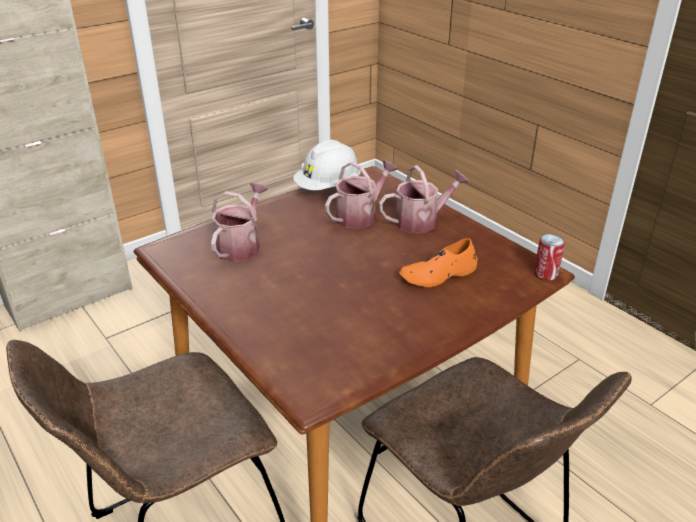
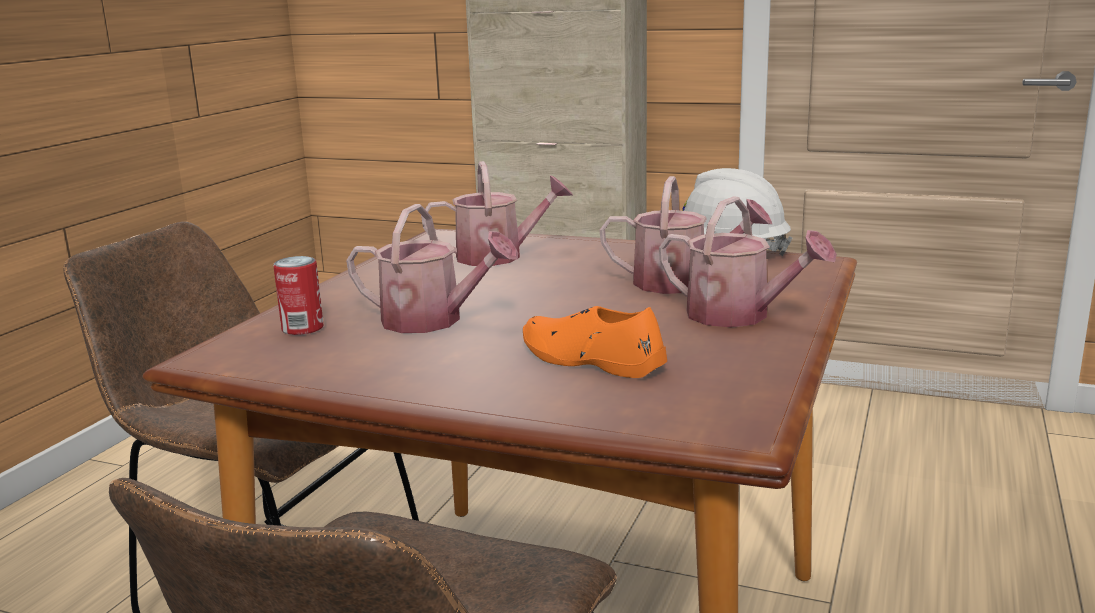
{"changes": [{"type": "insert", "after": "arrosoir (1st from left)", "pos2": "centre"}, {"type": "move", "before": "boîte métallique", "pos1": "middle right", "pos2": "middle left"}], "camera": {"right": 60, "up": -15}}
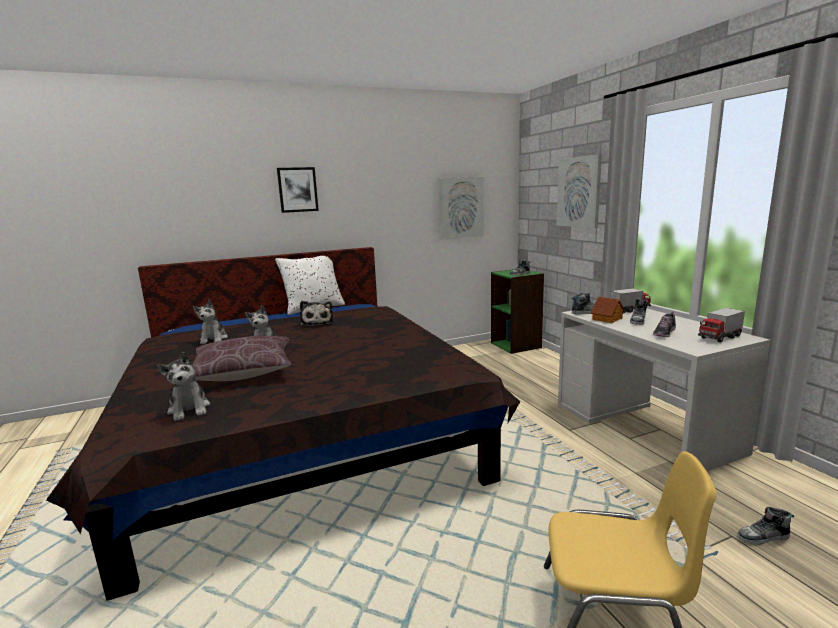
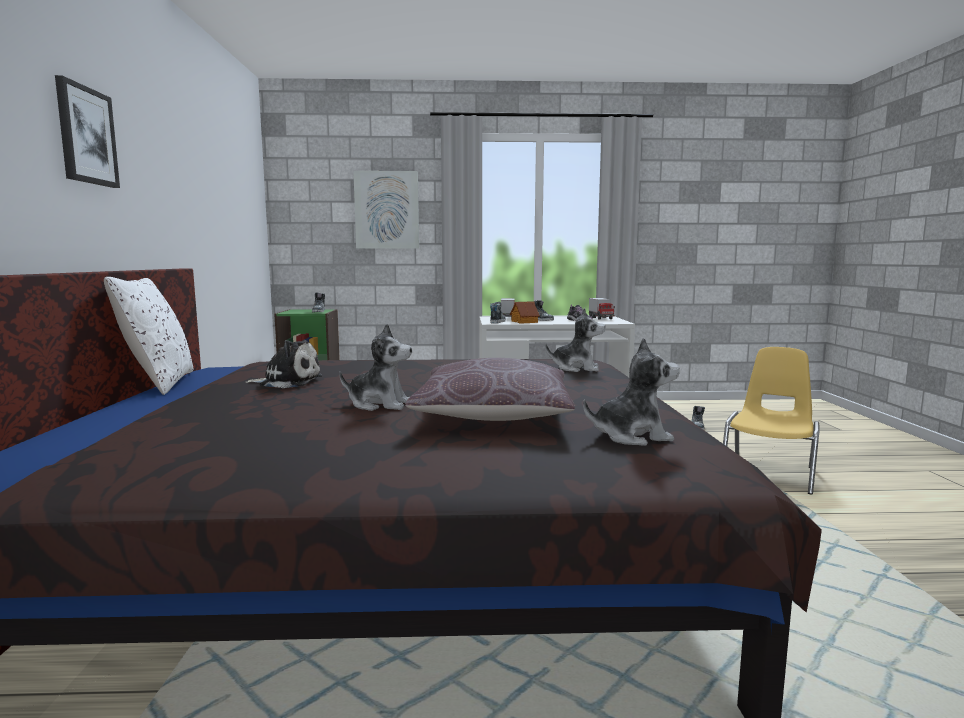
{"changes": [{"type": "delete", "before": "tableau (2nd from left)", "pos1": "top centre"}, {"type": "move", "before": "peluche (2nd from left in the first image)", "after": "peluche (3rd from left)", "pos1": "middle left", "pos2": "centre"}], "camera": {"right": -70, "up": -5}}
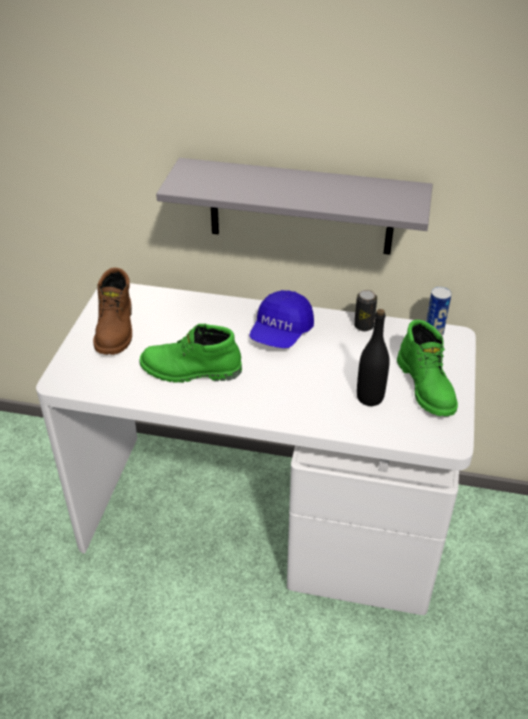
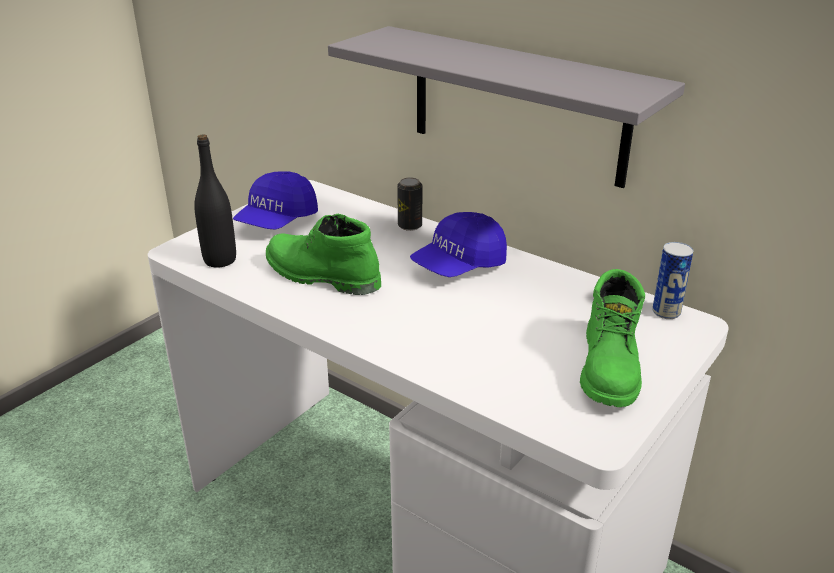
{"changes": [{"type": "move", "before": "boîte métallique (1st from left)", "pos1": "middle right", "pos2": "centre"}, {"type": "move", "before": "bouteille/noir", "pos1": "middle right", "pos2": "middle left"}, {"type": "replace", "before": "botte/marron", "after": "casquette/bleu (1st from left)", "pos1": "middle left", "pos2": "middle left"}], "camera": {"right": 25, "up": -10}}
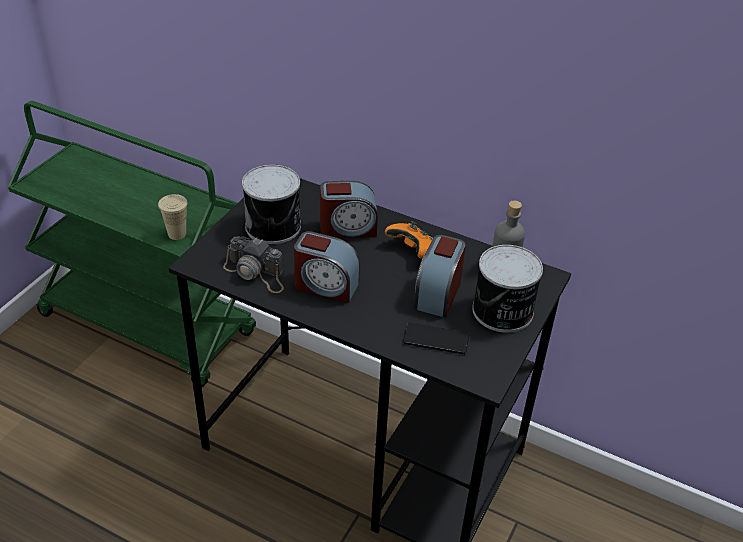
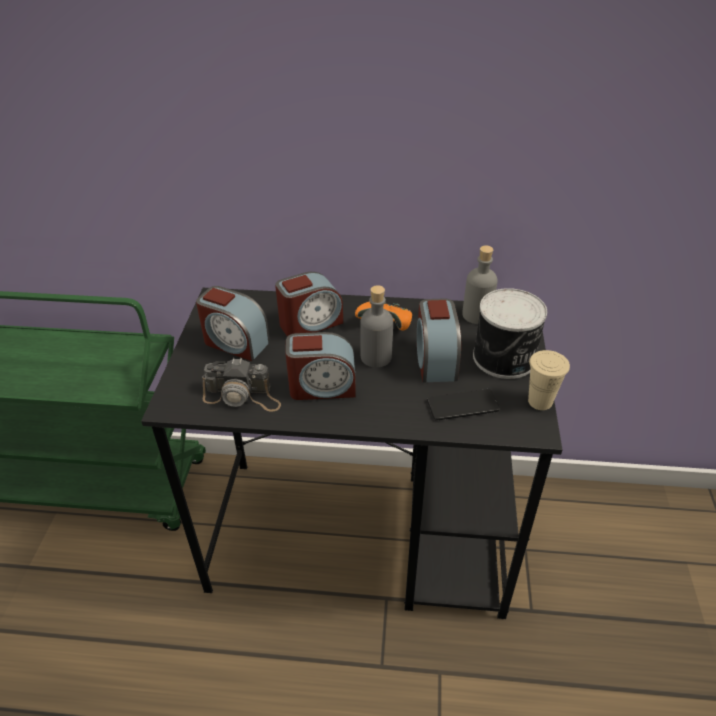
{"changes": [{"type": "insert", "after": "bouteille/gris (1st from left)", "pos2": "centre"}, {"type": "move", "before": "tasse/beige", "pos1": "middle left", "pos2": "middle right"}, {"type": "replace", "before": "boîte métallique (1st from left)", "after": "réveil (1st from left)", "pos1": "centre", "pos2": "middle left"}], "camera": {"right": -20, "up": 0}}
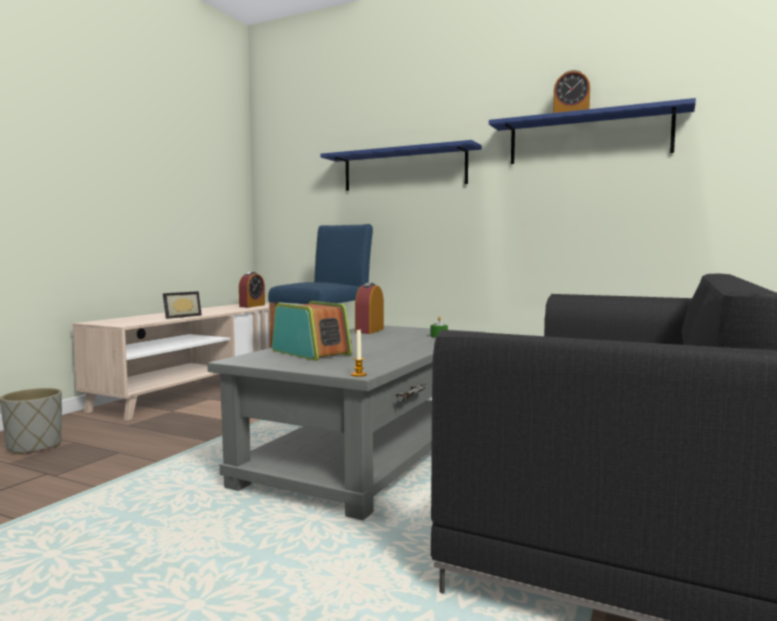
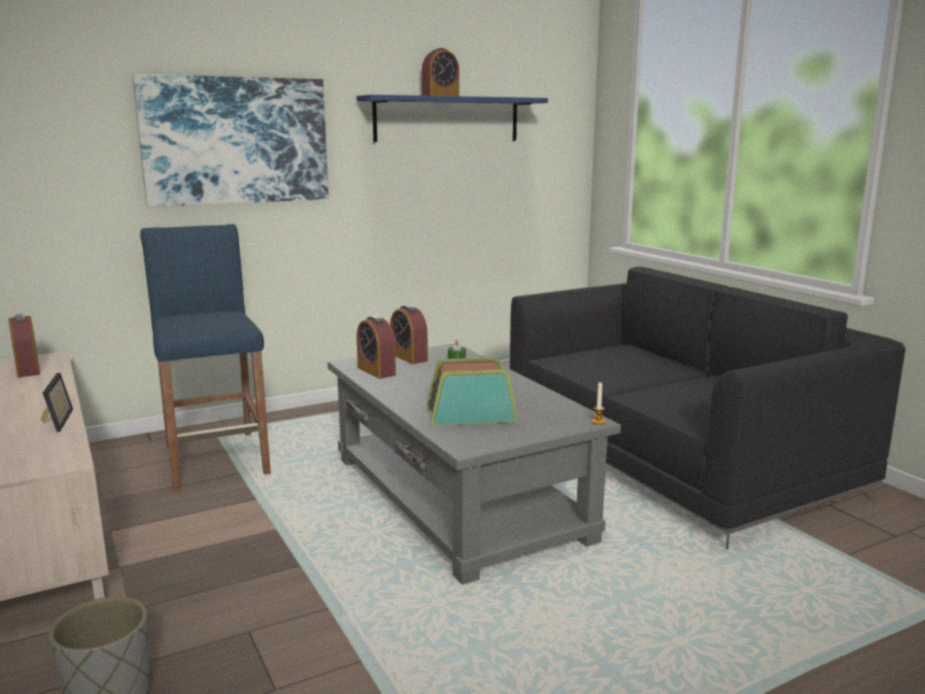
{"changes": [{"type": "insert", "after": "réveil (3rd from left)", "pos2": "centre"}, {"type": "replace", "before": "étagère/bleu (1st from left)", "after": "tableau", "pos1": "top centre", "pos2": "top left"}], "camera": {"right": -55, "up": 10}}
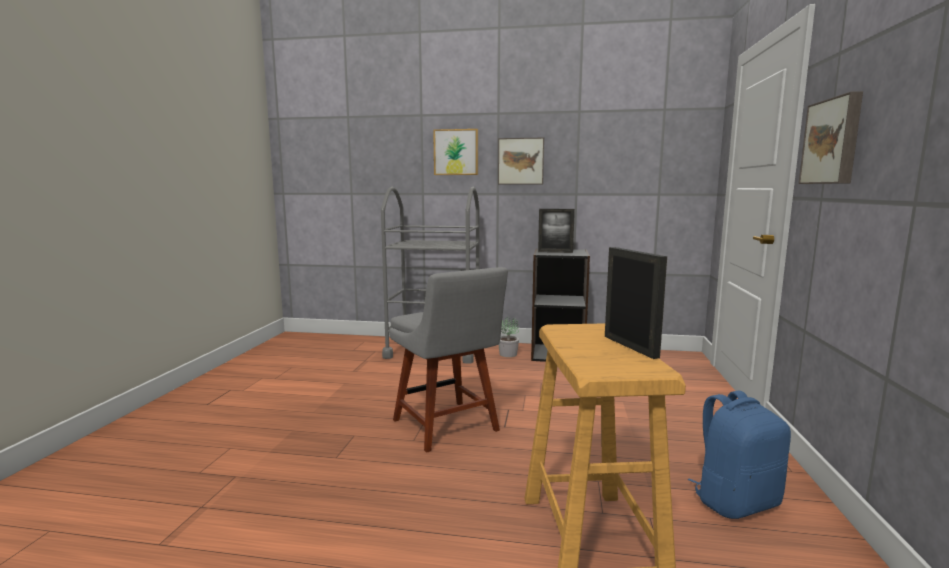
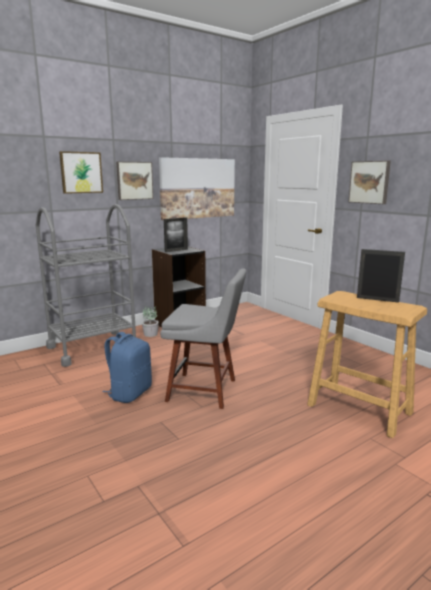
{"changes": [{"type": "insert", "after": "tableau (3rd from left)", "pos2": "top centre"}, {"type": "move", "before": "sac à dos/bleu", "pos1": "bottom right", "pos2": "middle left"}], "camera": {"right": -45, "up": 5}}
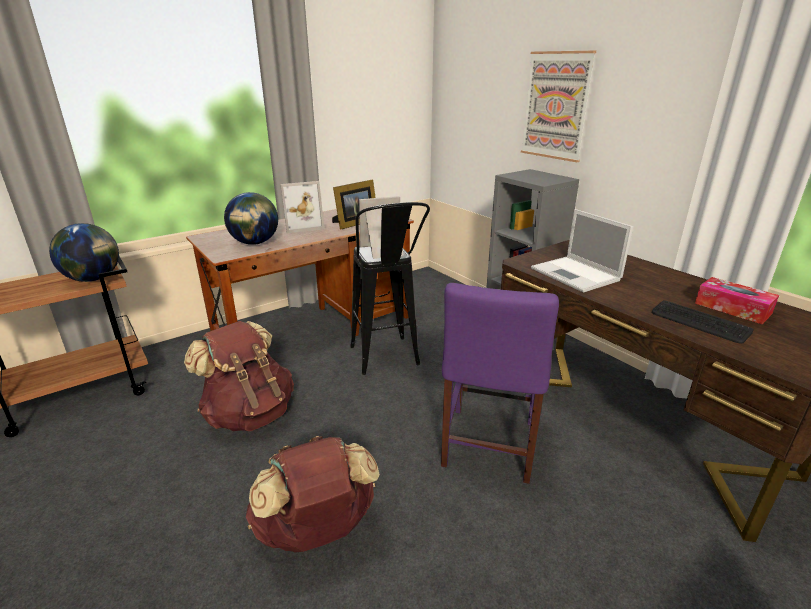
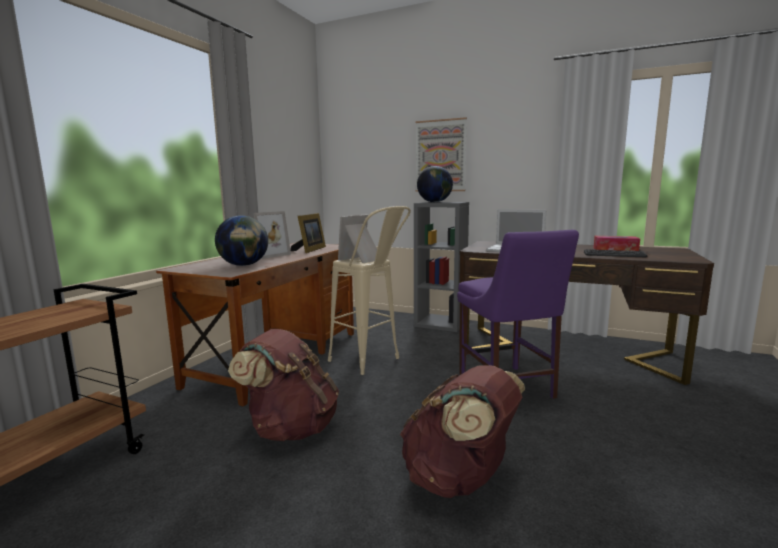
{"changes": [{"type": "move", "before": "globe (1st from left in the first image)", "after": "globe (2nd from left)", "pos1": "middle left", "pos2": "centre"}, {"type": "recolor", "before": "tabouret/noir", "after": "tabouret/beige", "pos1": "centre", "pos2": "centre"}], "camera": {"right": -30, "up": -15}}
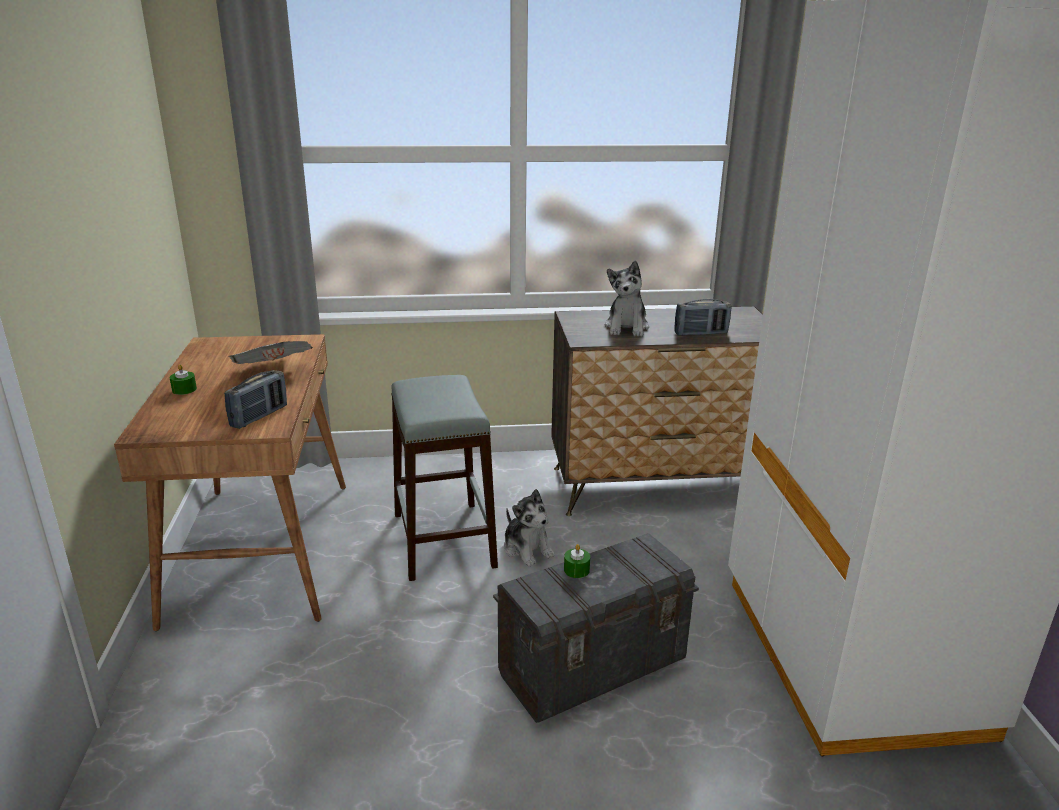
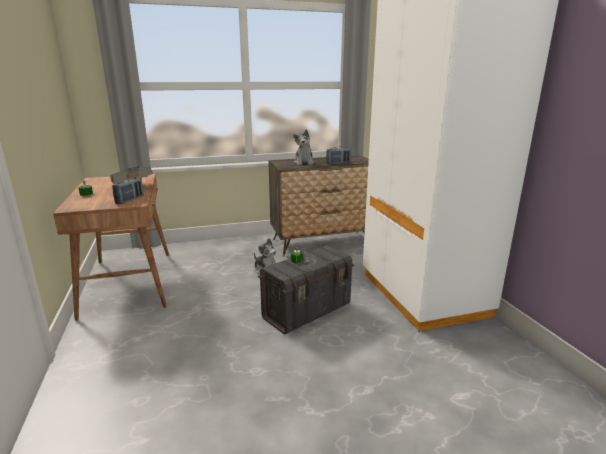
{"changes": [{"type": "delete", "before": "tabouret/gris", "pos1": "centre"}], "camera": {"right": -10, "up": -5}}
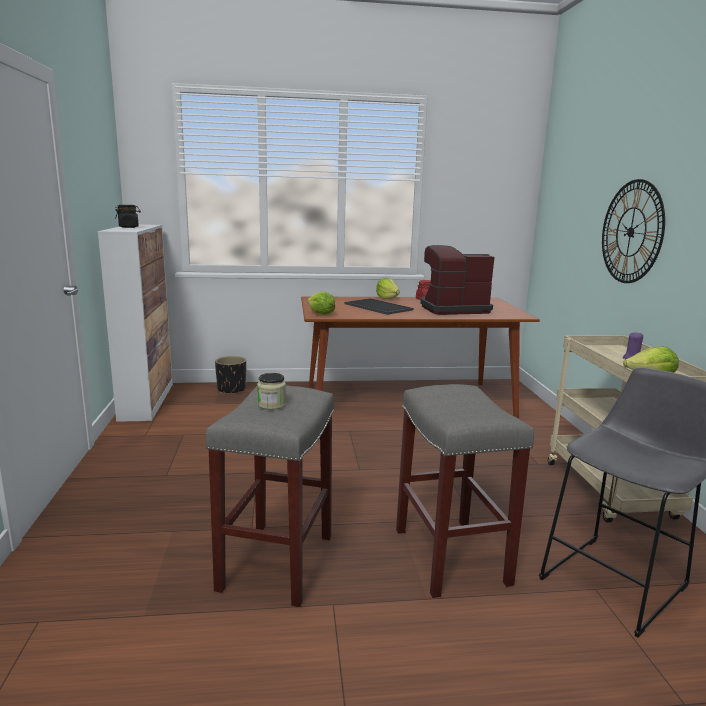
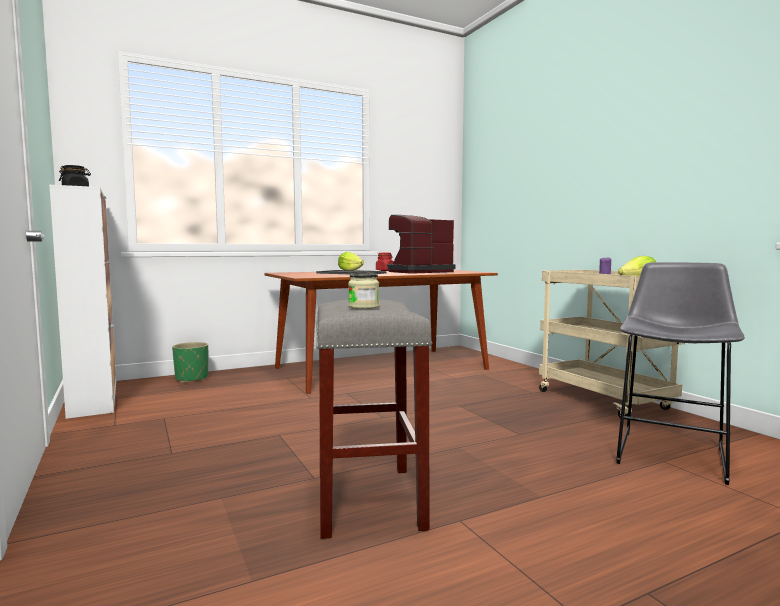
{"changes": [{"type": "delete", "before": "laitue (1st from left)", "pos1": "centre"}, {"type": "delete", "before": "tabouret/gris (2nd from left)", "pos1": "bottom centre"}, {"type": "delete", "before": "horloge murale", "pos1": "top right"}, {"type": "recolor", "before": "cache-pot/noir", "after": "cache-pot/vert", "pos1": "middle left", "pos2": "middle left"}], "camera": {"right": -20, "up": -10}}
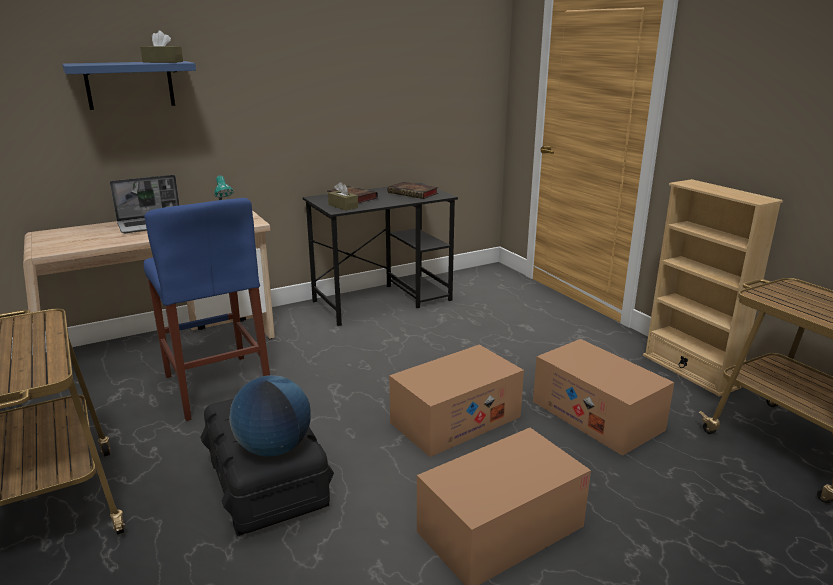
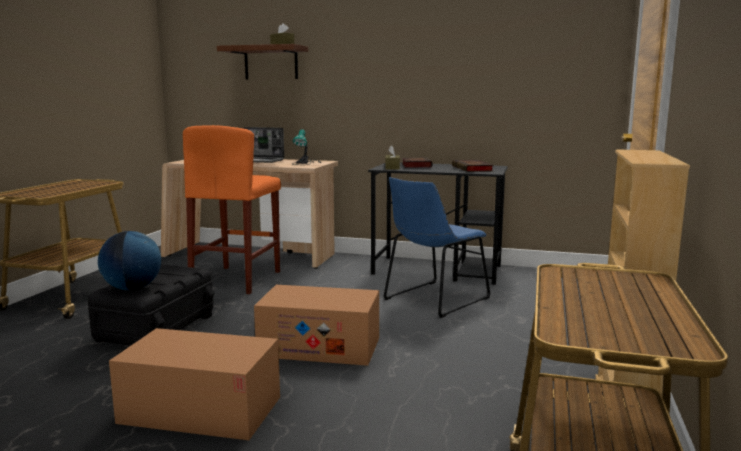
{"changes": [{"type": "delete", "before": "carton (3rd from left)", "pos1": "bottom right"}, {"type": "insert", "after": "chaise/bleu", "pos2": "centre"}, {"type": "recolor", "before": "étagère/bleu", "after": "étagère/marron", "pos1": "top left", "pos2": "top centre"}, {"type": "recolor", "before": "tabouret/bleu", "after": "tabouret/orange", "pos1": "middle left", "pos2": "middle left"}], "camera": {"right": 45, "up": -10}}
